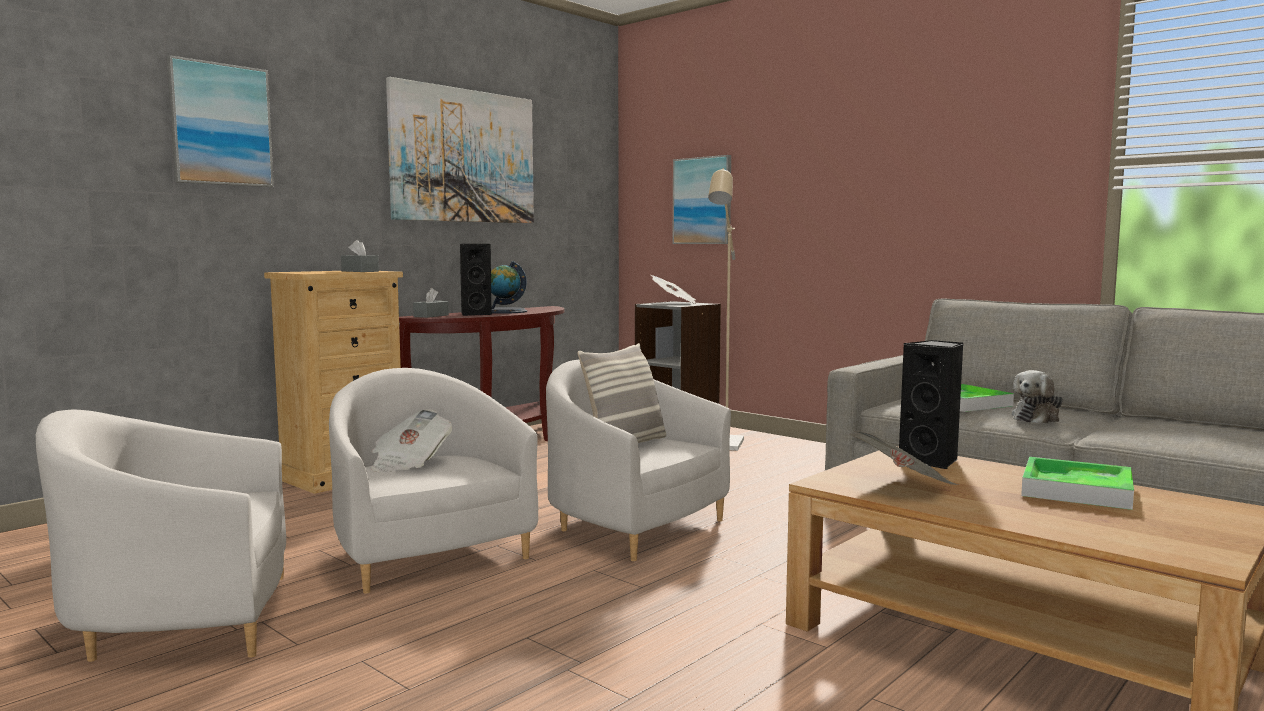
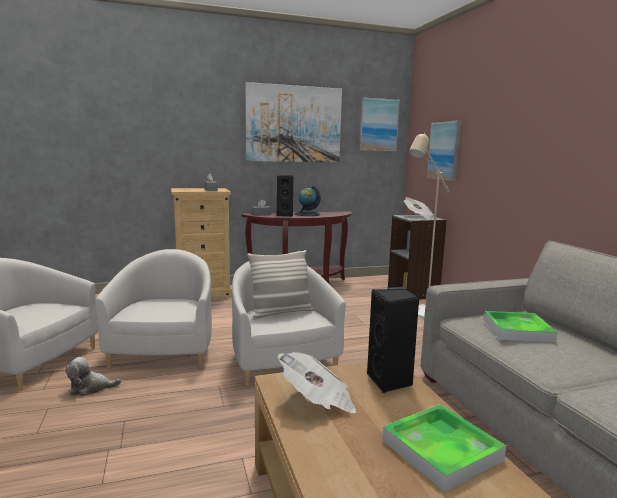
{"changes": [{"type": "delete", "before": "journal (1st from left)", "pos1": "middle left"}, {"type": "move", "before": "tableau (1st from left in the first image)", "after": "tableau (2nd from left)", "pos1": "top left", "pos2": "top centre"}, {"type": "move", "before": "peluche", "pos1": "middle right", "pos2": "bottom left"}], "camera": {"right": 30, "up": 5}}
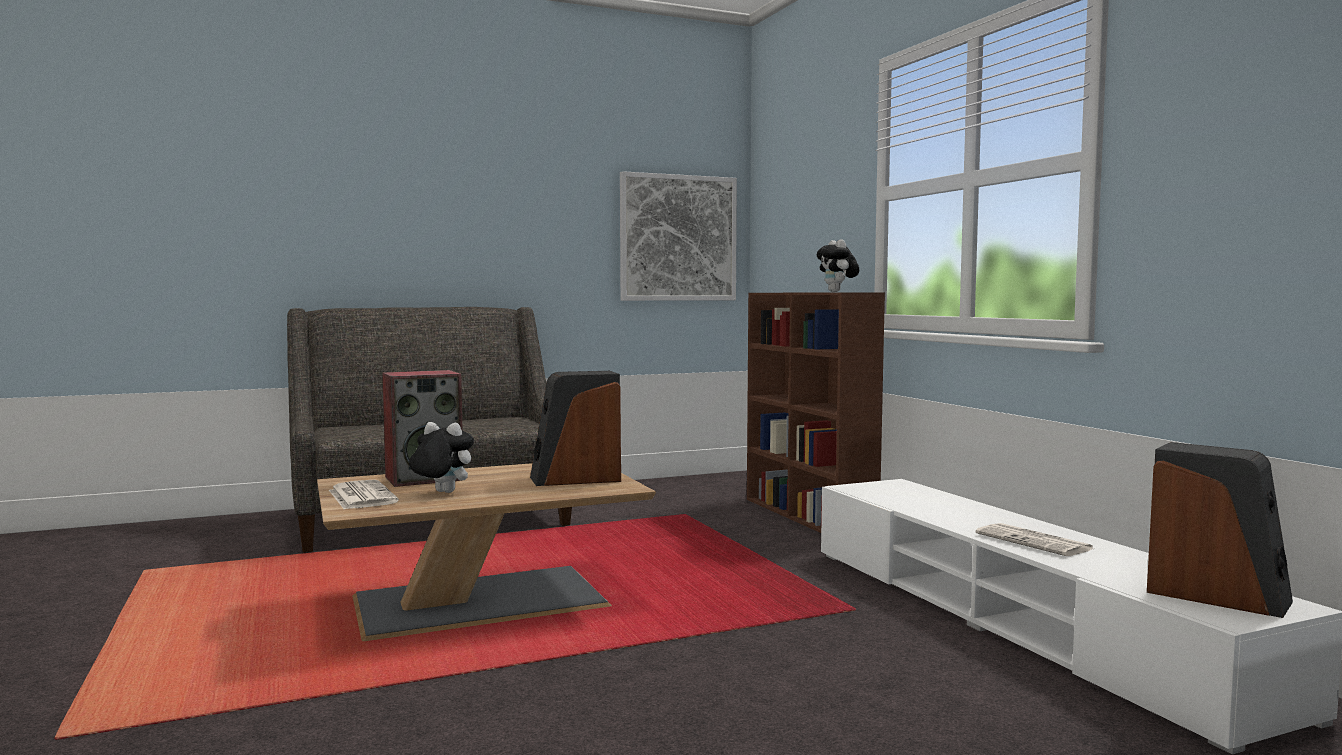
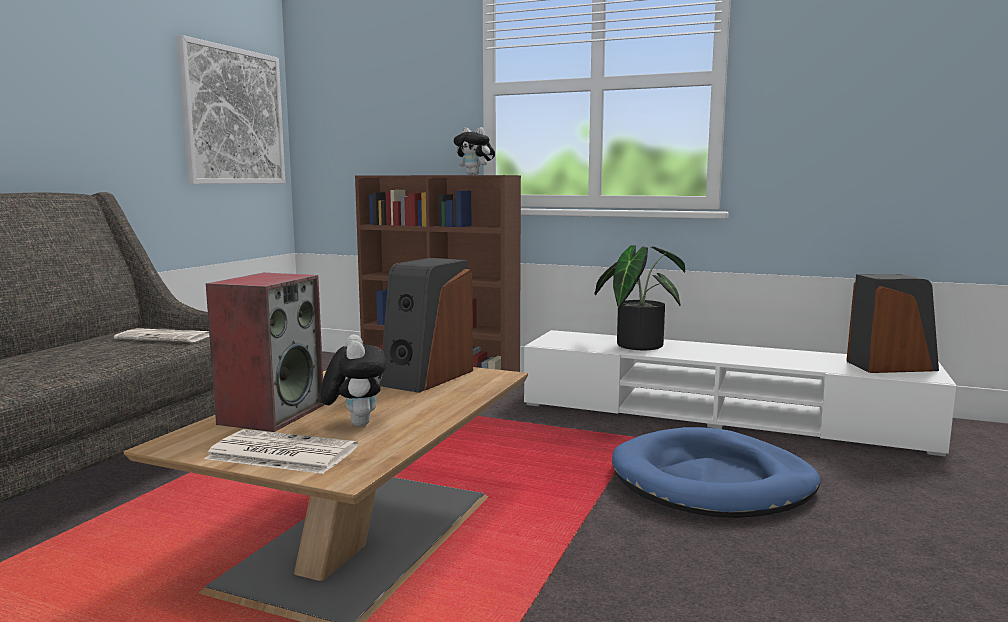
{"changes": [{"type": "insert", "after": "plante en pot", "pos2": "centre"}, {"type": "insert", "after": "panier pour chien/bleu", "pos2": "bottom right"}, {"type": "move", "before": "journal (2nd from left in the first image)", "after": "journal (1st from left)", "pos1": "bottom right", "pos2": "middle left"}, {"type": "rotate", "before": "peluche (1st from left)", "pos1": "middle left", "pos2": "centre", "turn": 105}], "camera": {"right": -45, "up": 5}}
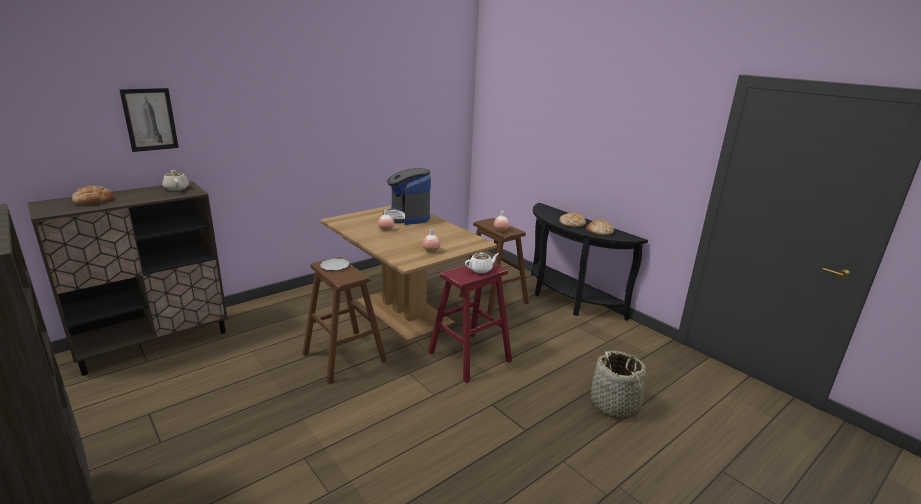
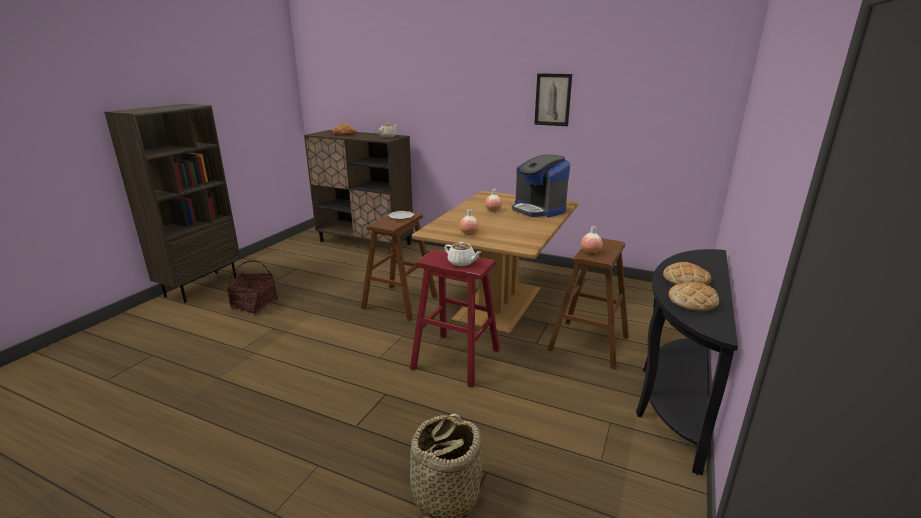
{"changes": [{"type": "insert", "after": "panier (1st from left)", "pos2": "middle left"}, {"type": "move", "before": "tableau", "pos1": "top left", "pos2": "top centre"}, {"type": "rotate", "before": "machine à café", "pos1": "centre", "pos2": "centre", "turn": -75}], "camera": {"right": 65, "up": 0}}
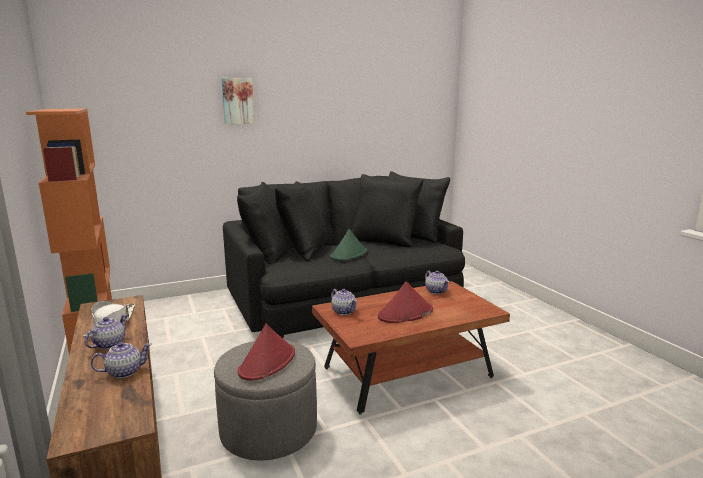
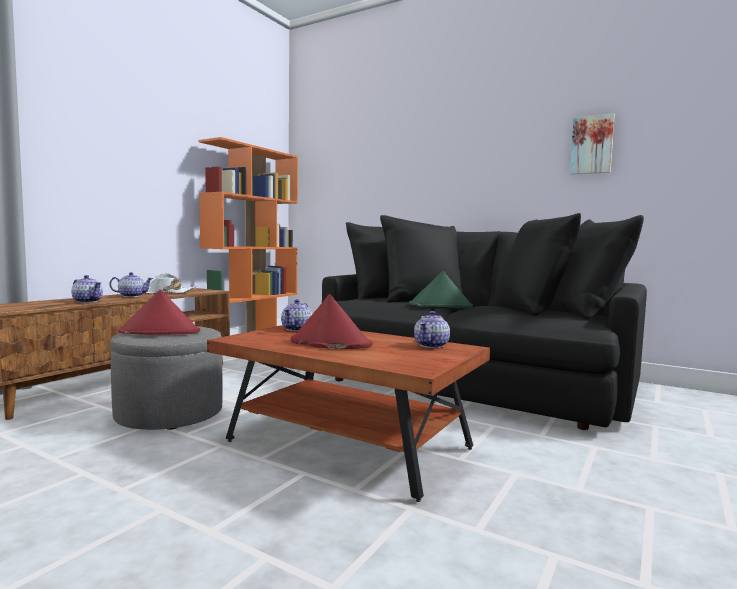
{"changes": [{"type": "move", "before": "tableau", "pos1": "top centre", "pos2": "top right"}], "camera": {"right": 55, "up": -10}}
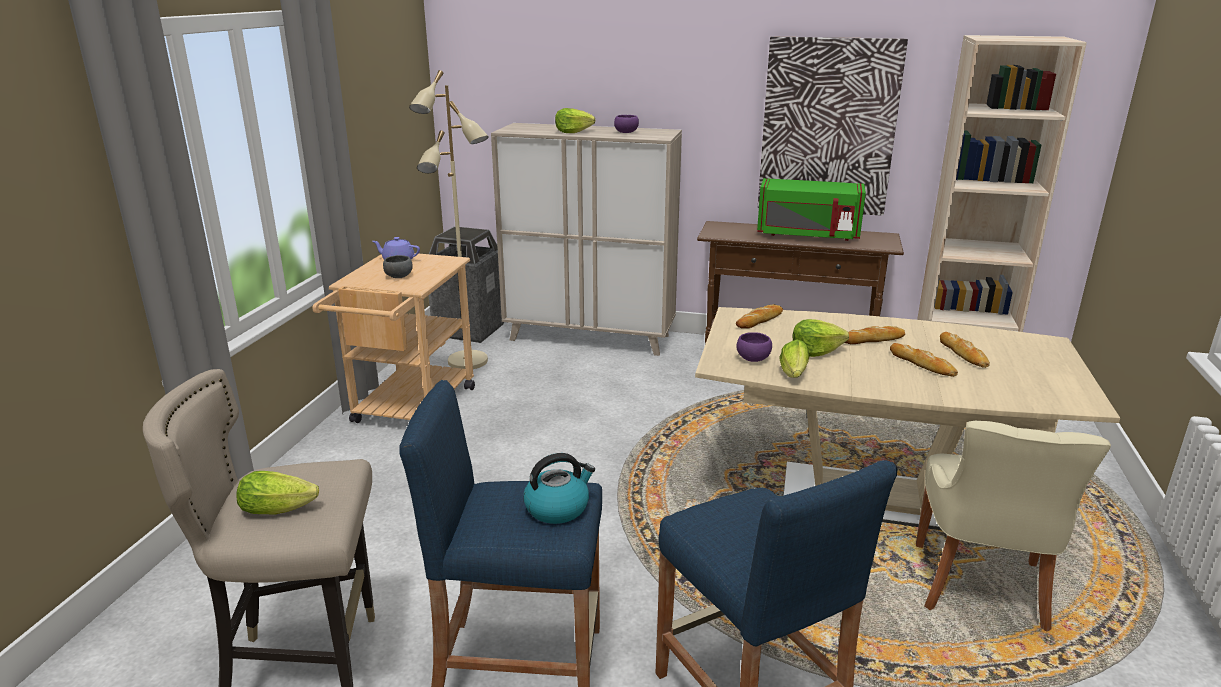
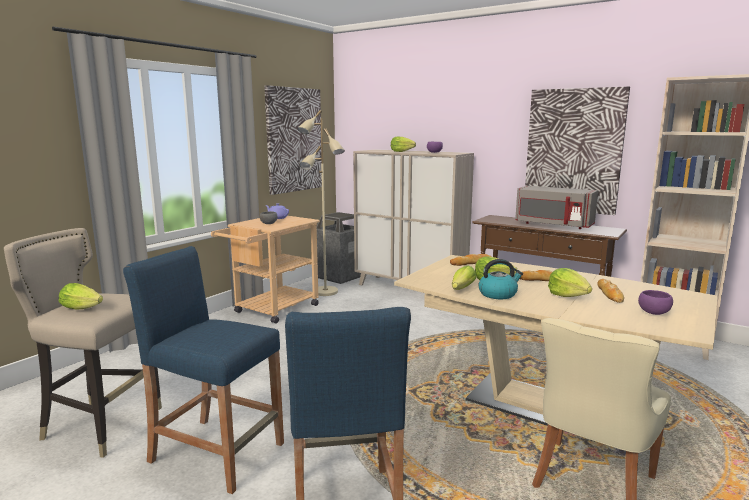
{"changes": [{"type": "insert", "after": "tableau (1st from left)", "pos2": "top centre"}, {"type": "move", "before": "bouilloire", "pos1": "bottom centre", "pos2": "middle right"}, {"type": "move", "before": "bol/violet (2nd from left)", "pos1": "centre", "pos2": "middle right"}, {"type": "replace", "before": "pain (3rd from left)", "after": "laitue (5th from left)", "pos1": "middle right", "pos2": "middle right"}, {"type": "recolor", "before": "micro-ondes/vert", "after": "micro-ondes/gris", "pos1": "top centre", "pos2": "middle right"}], "camera": {"right": 20, "up": -10}}
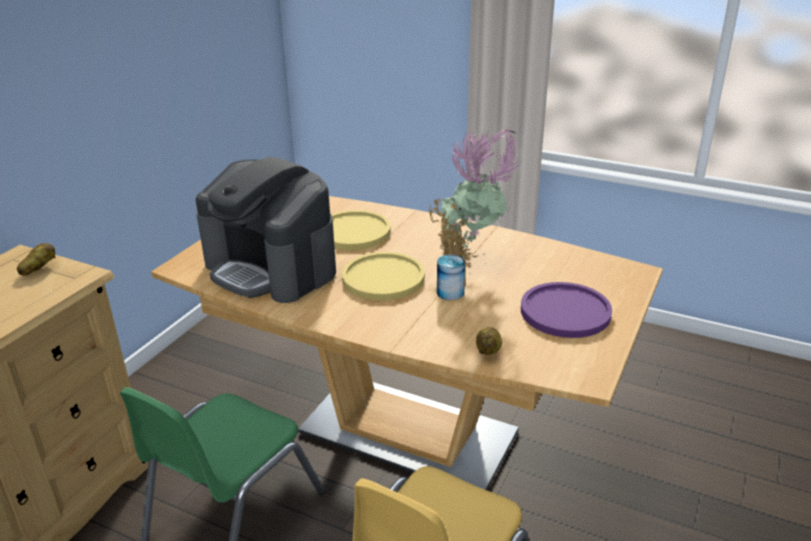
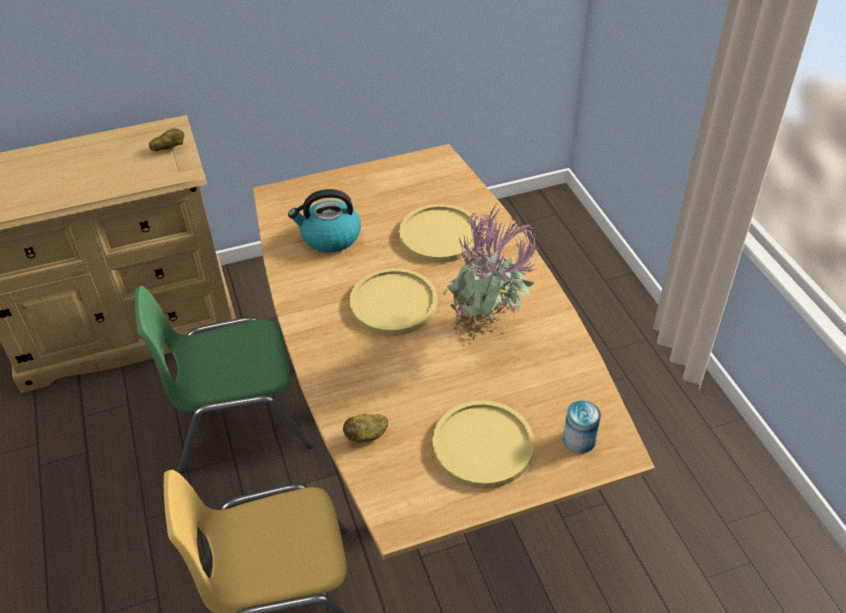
{"changes": [{"type": "move", "before": "boîte métallique", "pos1": "centre", "pos2": "bottom right"}, {"type": "replace", "before": "machine à café", "after": "bouilloire", "pos1": "middle left", "pos2": "centre"}, {"type": "recolor", "before": "assiette/violet", "after": "assiette/jaune (3rd from left)", "pos1": "middle right", "pos2": "bottom centre"}], "camera": {"right": 45, "up": 15}}
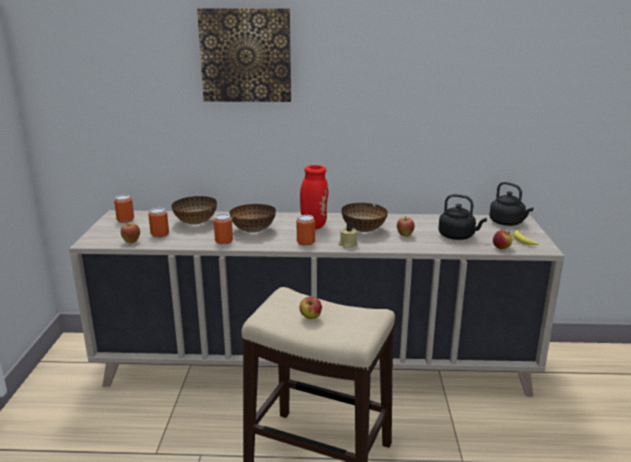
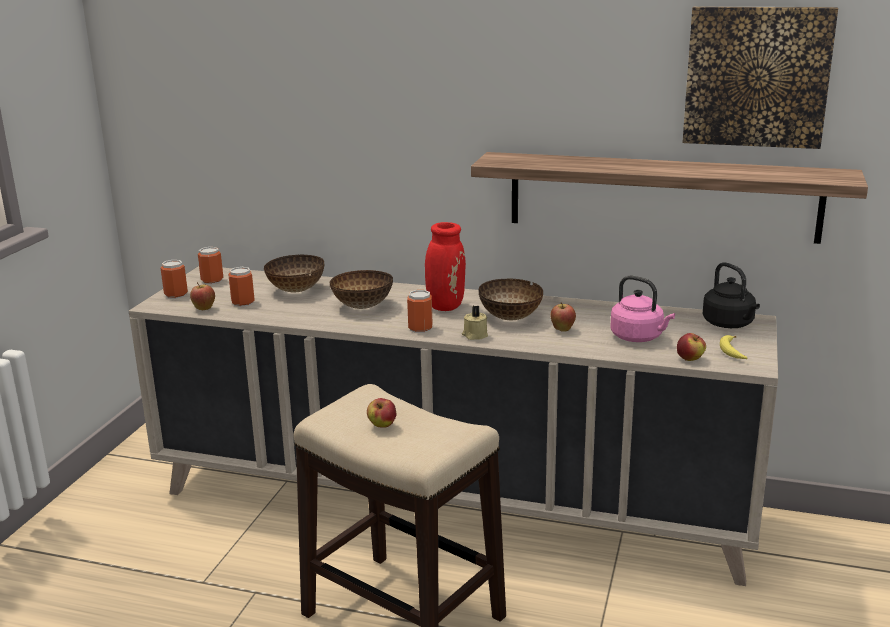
{"changes": [{"type": "insert", "after": "étagère", "pos2": "top right"}, {"type": "move", "before": "tableau", "pos1": "top centre", "pos2": "top right"}, {"type": "move", "before": "boîte métallique (3rd from left in the first image)", "after": "boîte métallique (1st from left)", "pos1": "centre", "pos2": "middle left"}, {"type": "recolor", "before": "bouilloire/noir (1st from left)", "after": "bouilloire/rose", "pos1": "middle right", "pos2": "middle right"}], "camera": {"right": 15, "up": 0}}
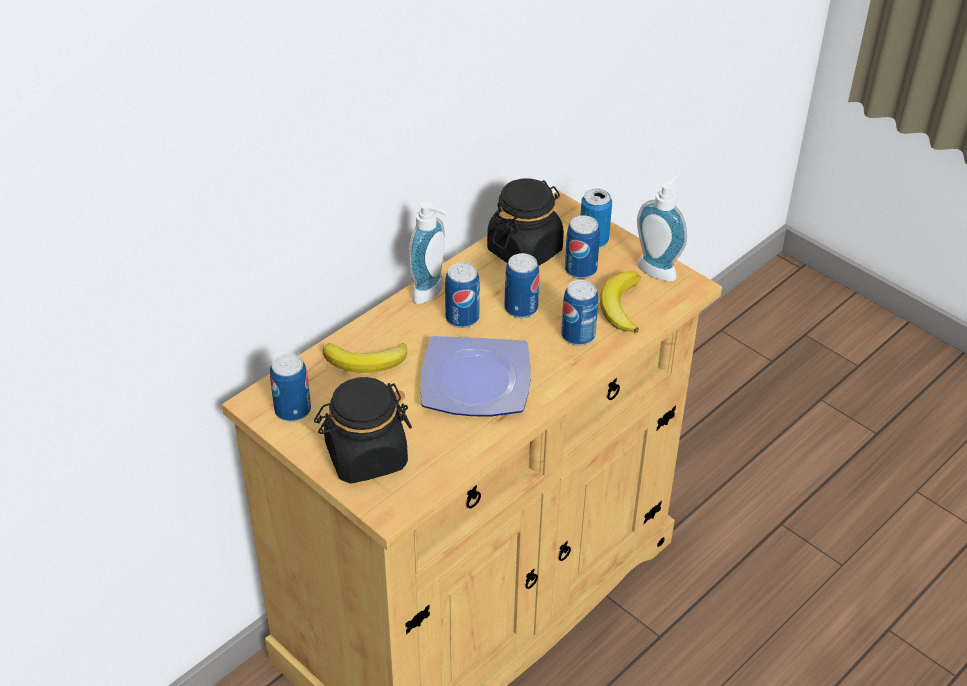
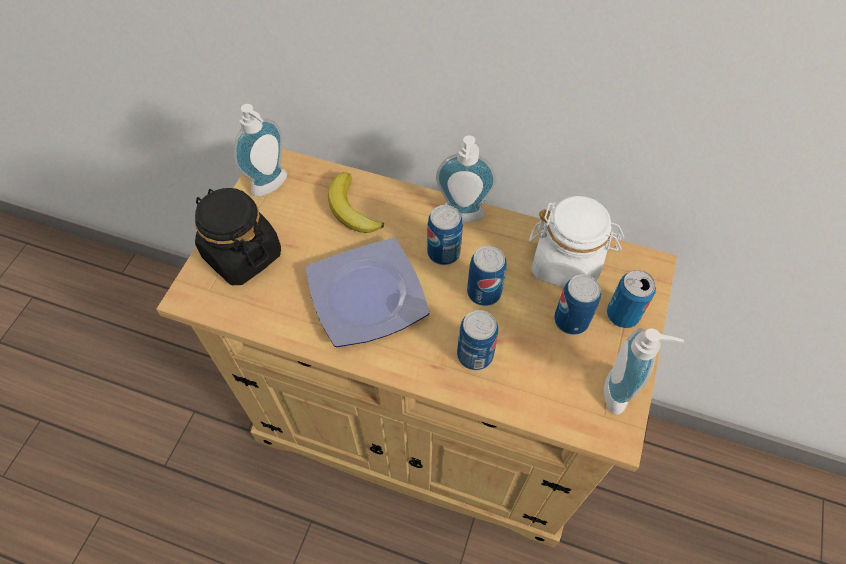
{"changes": [{"type": "delete", "before": "banane (2nd from left)", "pos1": "centre"}, {"type": "replace", "before": "boîte métallique (1st from left)", "after": "distributeur de savon (1st from left)", "pos1": "middle left", "pos2": "top left"}, {"type": "recolor", "before": "bocal/noir (2nd from left)", "after": "bocal/blanc", "pos1": "top centre", "pos2": "middle right"}], "camera": {"right": 65, "up": 15}}
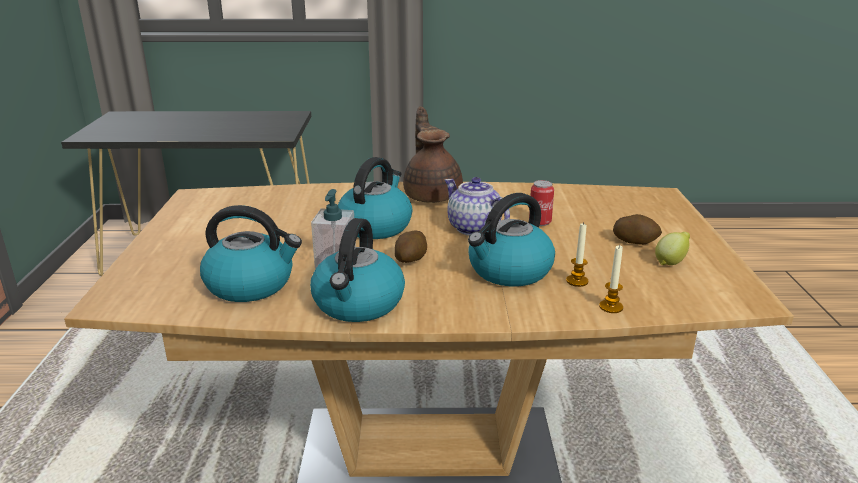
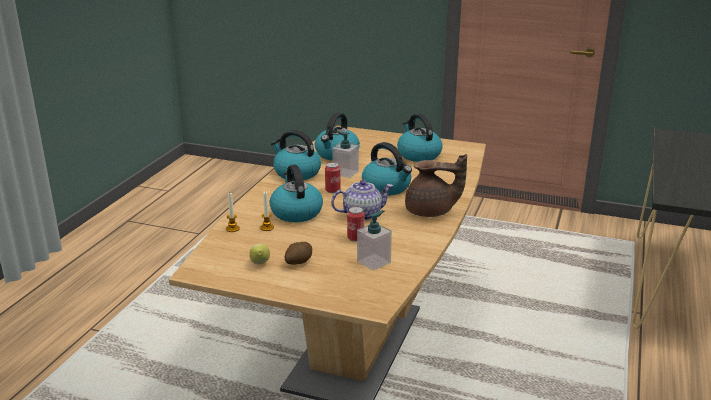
{"changes": [{"type": "insert", "after": "distributeur de savon (2nd from left)", "pos2": "centre"}, {"type": "insert", "after": "bouilloire (5th from left)", "pos2": "centre"}, {"type": "replace", "before": "pomme de terre (1st from left)", "after": "boîte métallique (1st from left)", "pos1": "centre", "pos2": "centre"}], "camera": {"right": 110, "up": 0}}
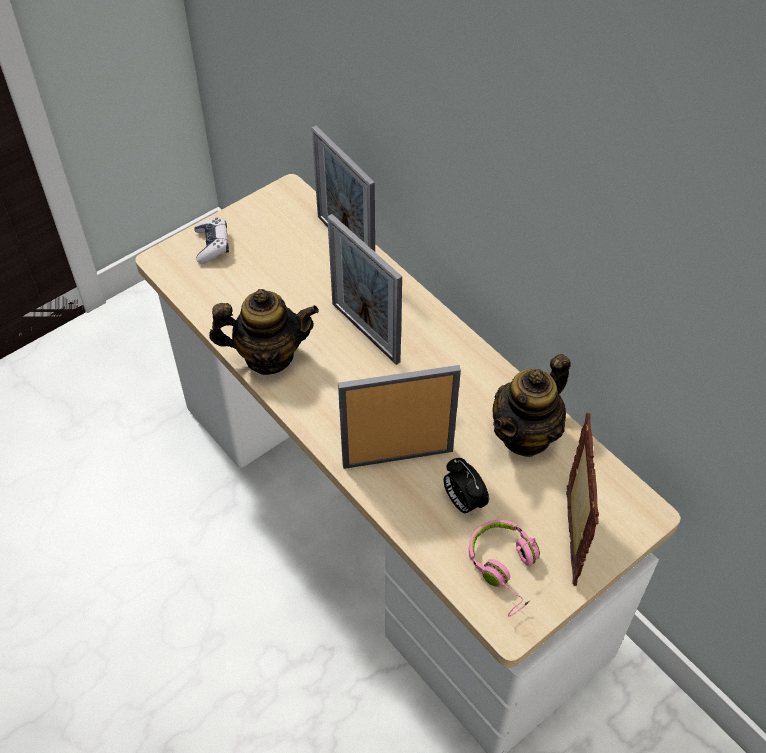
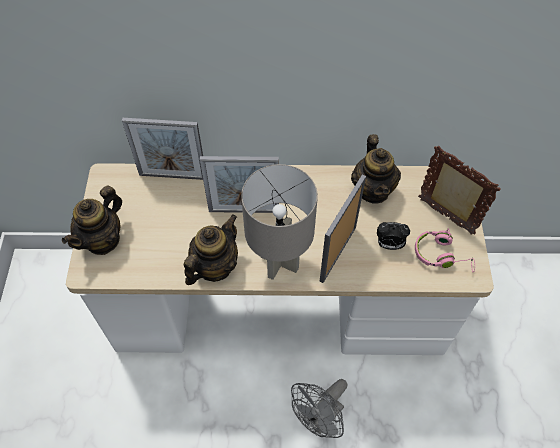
{"changes": [{"type": "insert", "after": "lampe de table/gris", "pos2": "centre"}, {"type": "insert", "after": "ventilateur/gris", "pos2": "bottom centre"}, {"type": "replace", "before": "manette", "after": "théière (1st from left)", "pos1": "top left", "pos2": "middle left"}], "camera": {"right": -50, "up": 5}}
